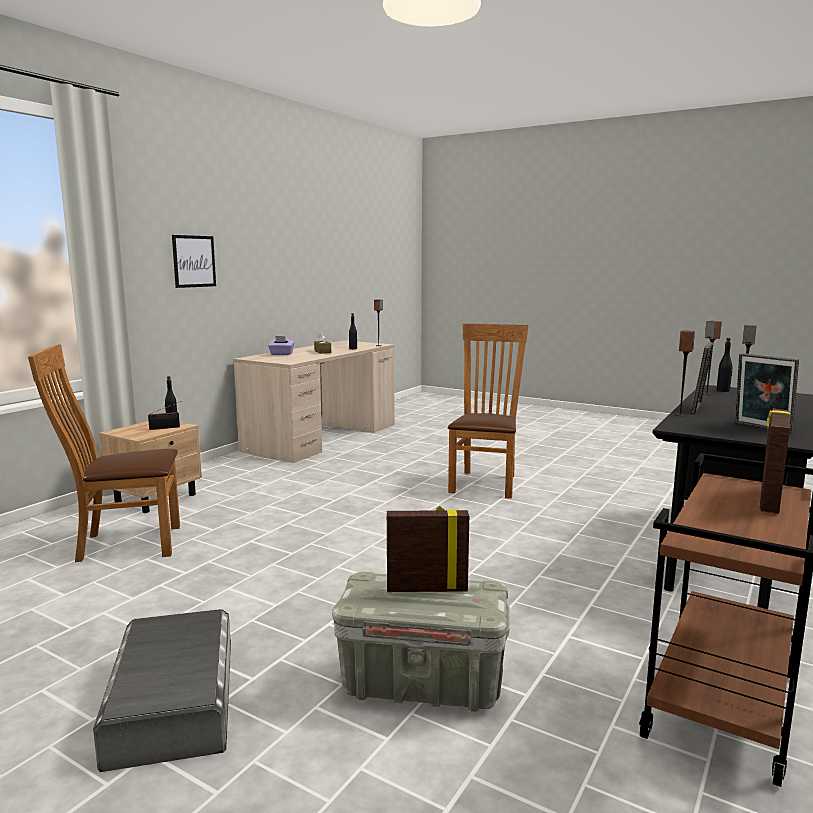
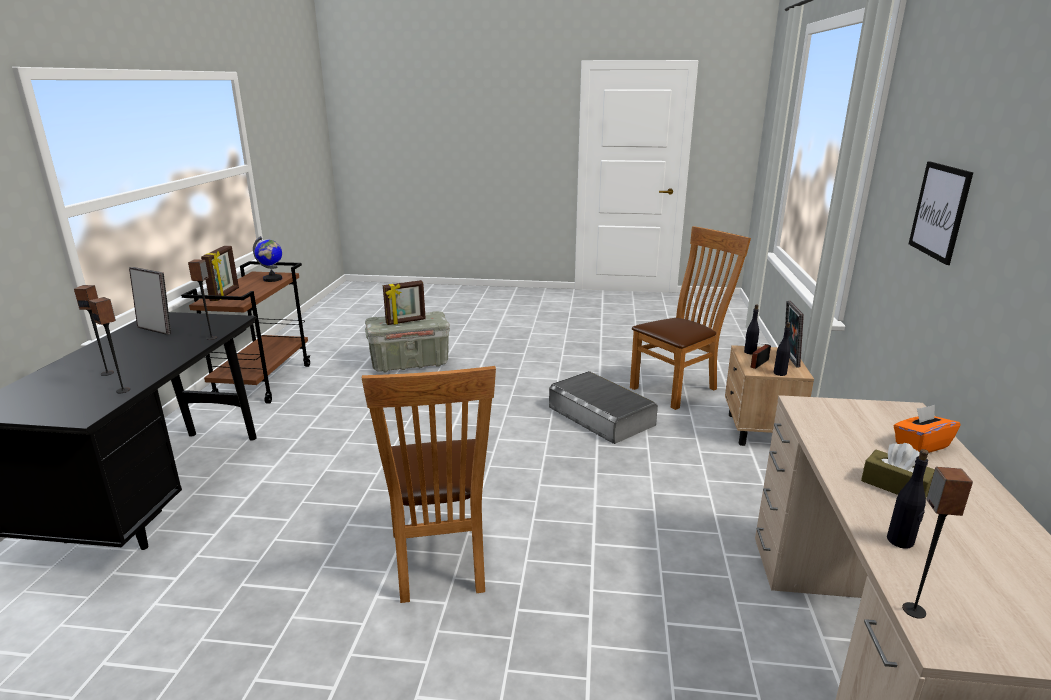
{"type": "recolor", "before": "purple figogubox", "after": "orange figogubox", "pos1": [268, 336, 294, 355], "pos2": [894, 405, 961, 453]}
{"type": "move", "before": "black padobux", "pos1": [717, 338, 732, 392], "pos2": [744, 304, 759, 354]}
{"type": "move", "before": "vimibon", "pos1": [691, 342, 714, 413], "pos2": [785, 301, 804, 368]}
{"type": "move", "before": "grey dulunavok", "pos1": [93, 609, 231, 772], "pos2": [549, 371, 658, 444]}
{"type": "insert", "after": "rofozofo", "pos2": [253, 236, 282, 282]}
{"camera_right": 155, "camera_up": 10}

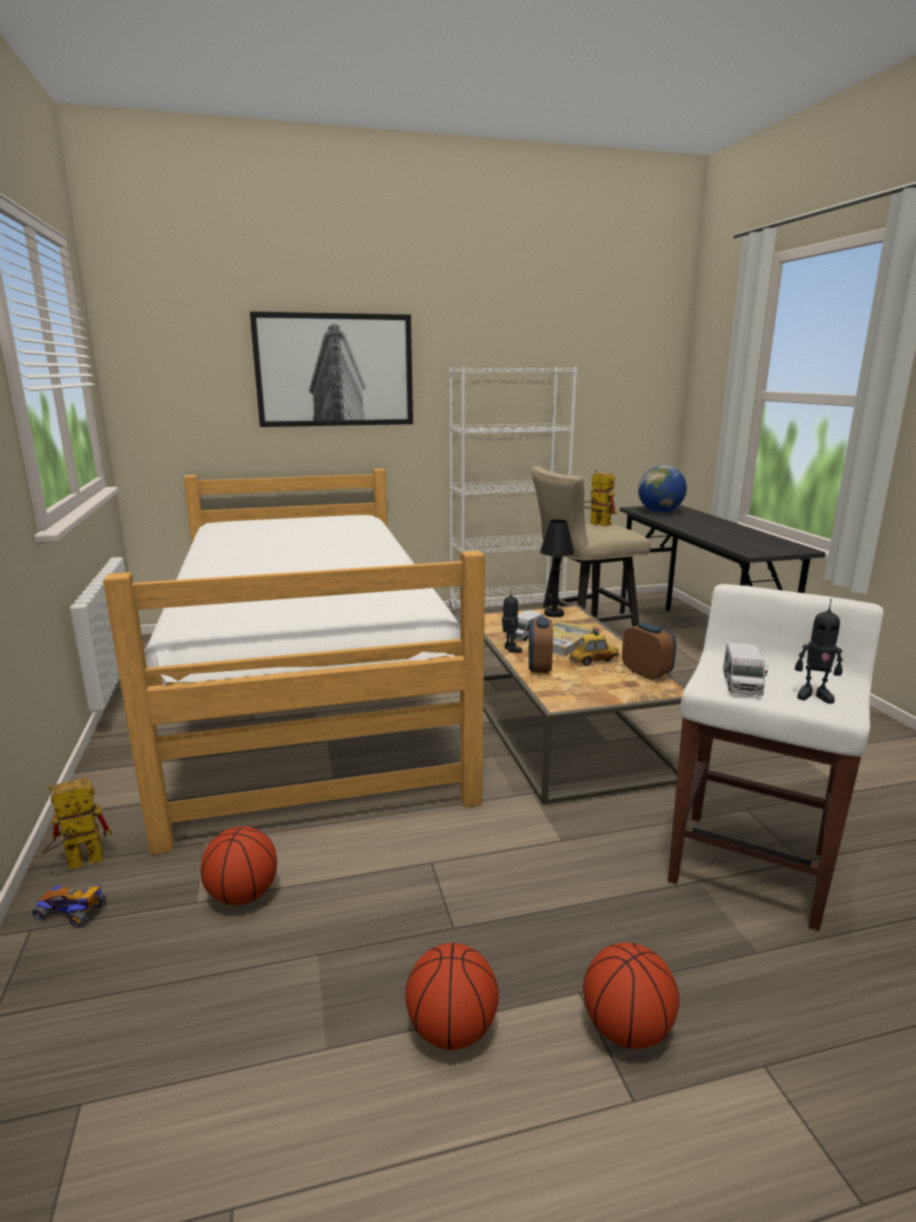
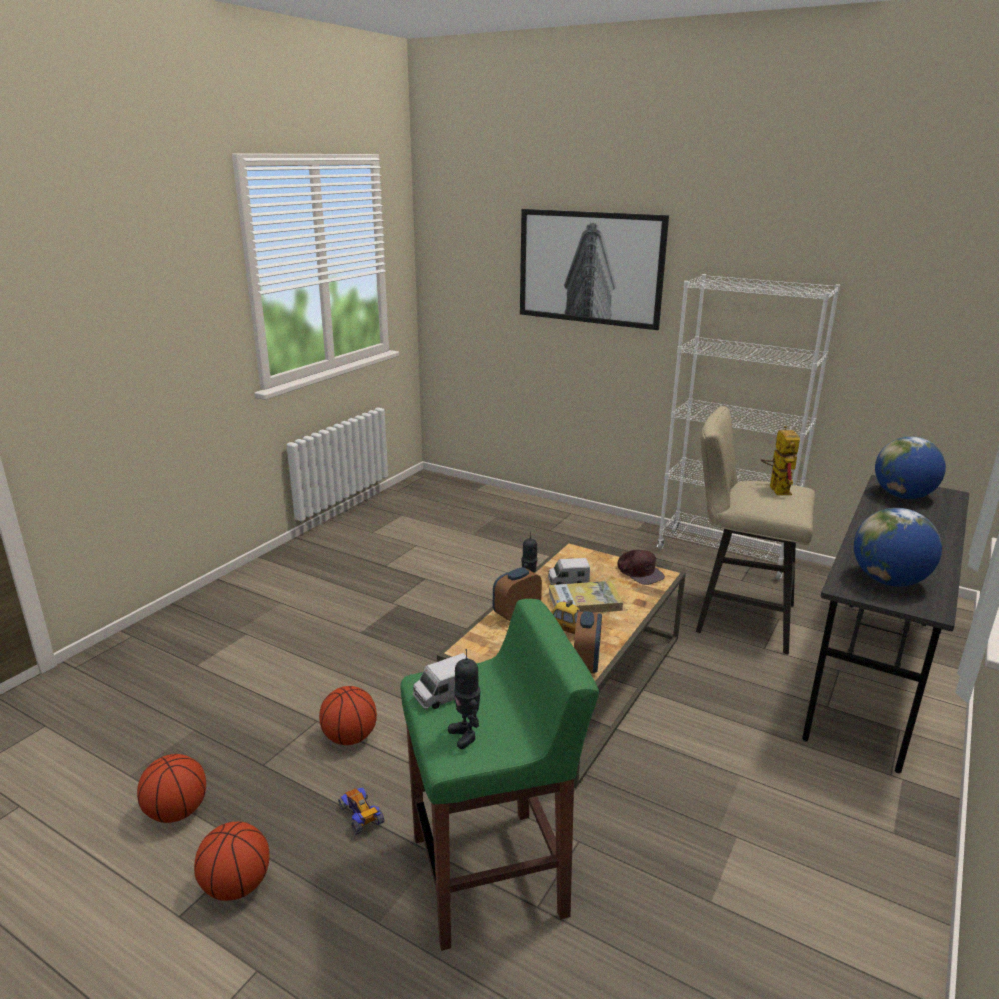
{"type": "delete", "before": "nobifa", "pos1": [103, 469, 485, 855]}
{"type": "replace", "before": "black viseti", "after": "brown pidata", "pos1": [540, 519, 574, 617], "pos2": [618, 549, 665, 585]}
{"type": "recolor", "before": "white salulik", "after": "green salulik", "pos1": [668, 584, 883, 931], "pos2": [400, 599, 599, 951]}
{"type": "delete", "before": "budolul", "pos1": [42, 778, 112, 869]}
{"type": "move", "before": "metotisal", "pos1": [201, 826, 277, 905], "pos2": [319, 686, 377, 745]}
{"type": "move", "before": "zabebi", "pos1": [32, 884, 106, 927], "pos2": [338, 788, 384, 835]}
{"type": "insert", "after": "rofozofo", "pos2": [854, 508, 942, 586]}
{"camera_right": 45, "camera_up": 5}

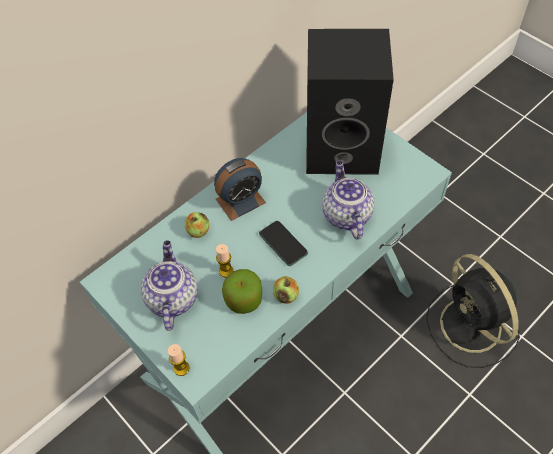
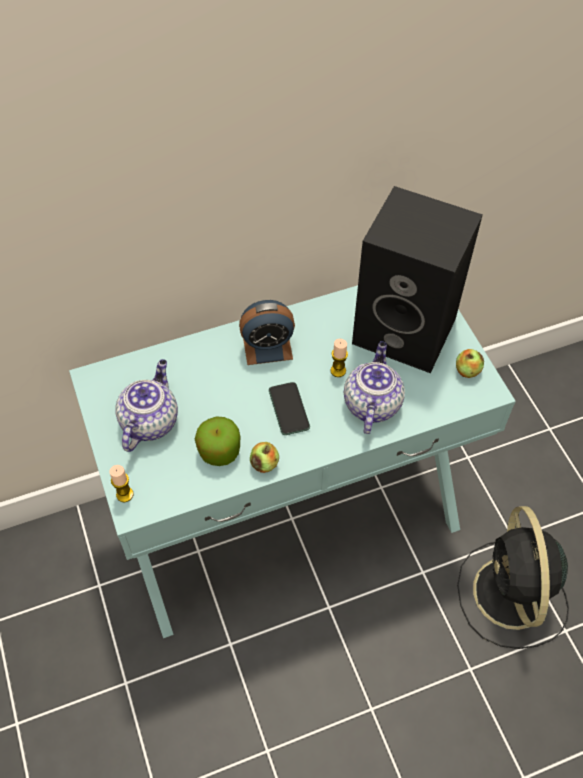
{"type": "move", "before": "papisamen", "pos1": [185, 212, 209, 238], "pos2": [456, 349, 484, 378]}
{"type": "move", "before": "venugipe", "pos1": [216, 244, 233, 277], "pos2": [330, 339, 348, 377]}
{"camera_right": 20, "camera_up": 0}

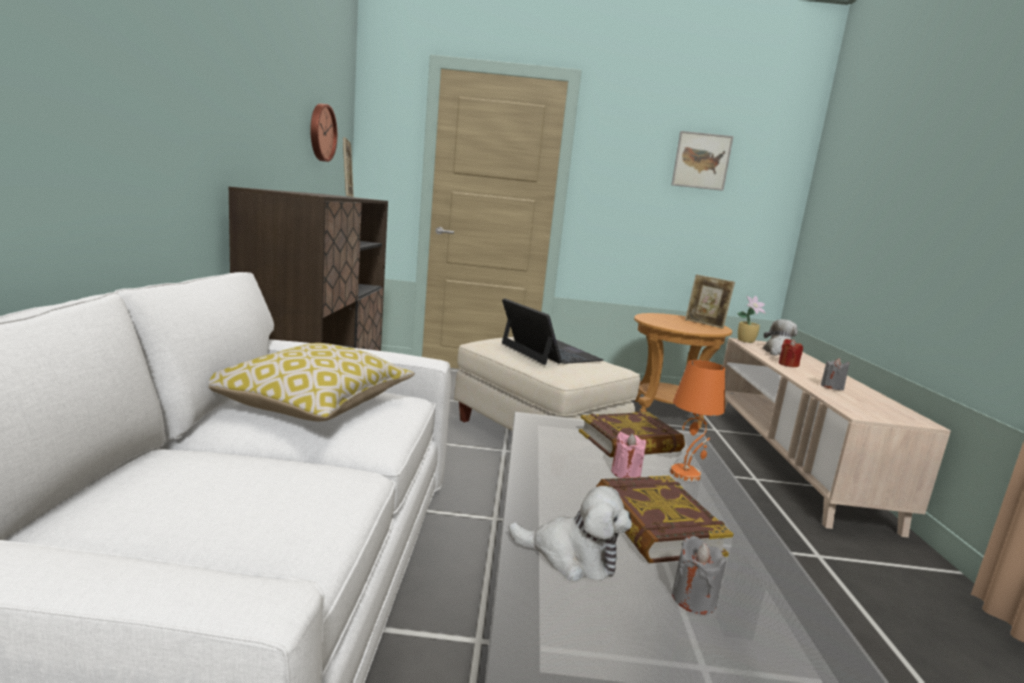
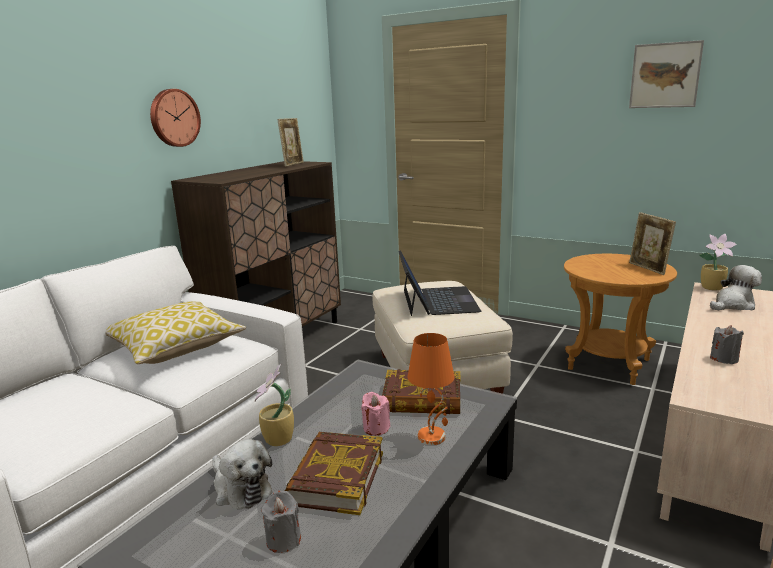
{"type": "move", "before": "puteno", "pos1": [310, 104, 337, 162], "pos2": [150, 89, 201, 147]}
{"type": "delete", "before": "red venugipe", "pos1": [779, 339, 803, 367]}
{"type": "insert", "after": "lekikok", "pos2": [255, 364, 294, 446]}
{"camera_right": 30, "camera_up": 5}

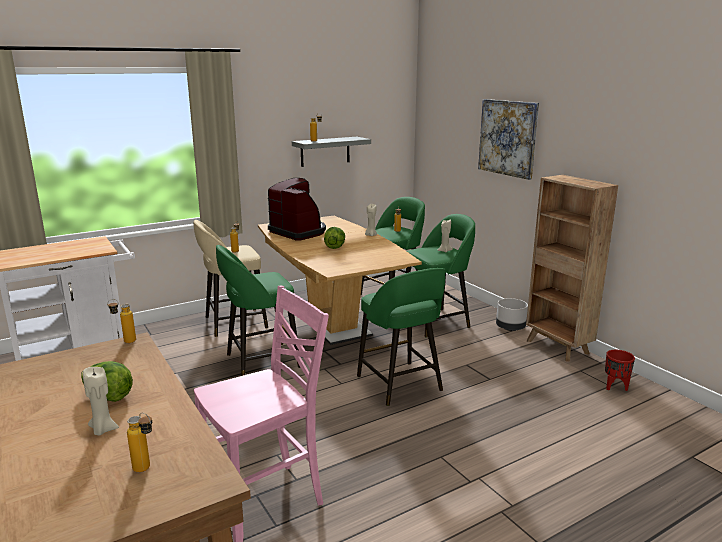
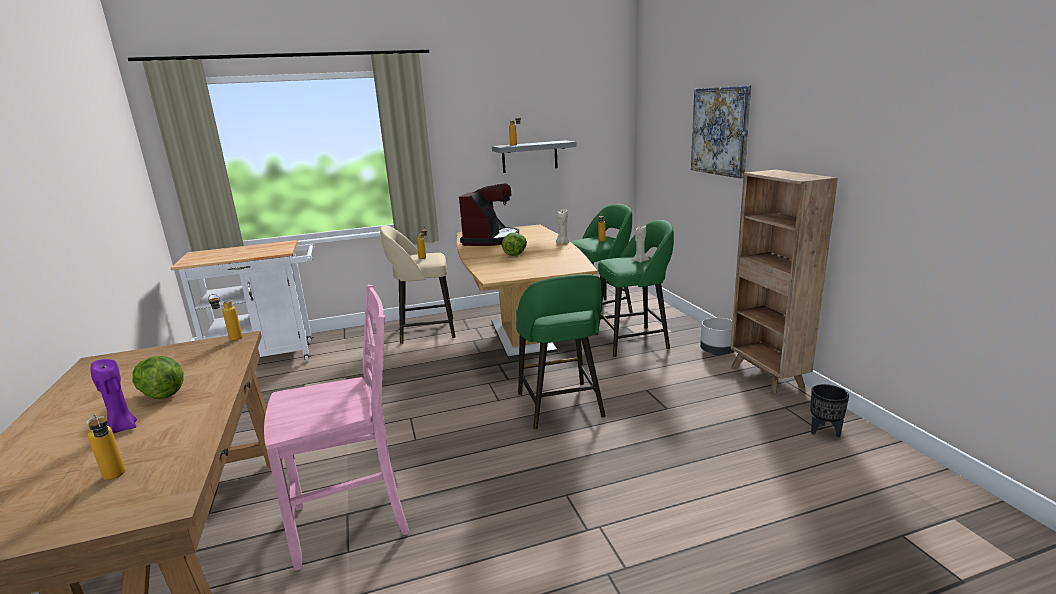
{"type": "rotate", "before": "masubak", "pos1": [268, 178, 326, 241], "pos2": [459, 183, 519, 246], "turn": 45}
{"type": "delete", "before": "green salulik", "pos1": [216, 245, 301, 376]}
{"type": "recolor", "before": "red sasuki", "after": "black sasuki", "pos1": [605, 350, 635, 391], "pos2": [810, 384, 849, 438]}
{"type": "recolor", "before": "beige venugipe", "after": "purple venugipe", "pos1": [83, 367, 119, 435], "pos2": [91, 359, 137, 434]}
{"camera_right": 15, "camera_up": 0}

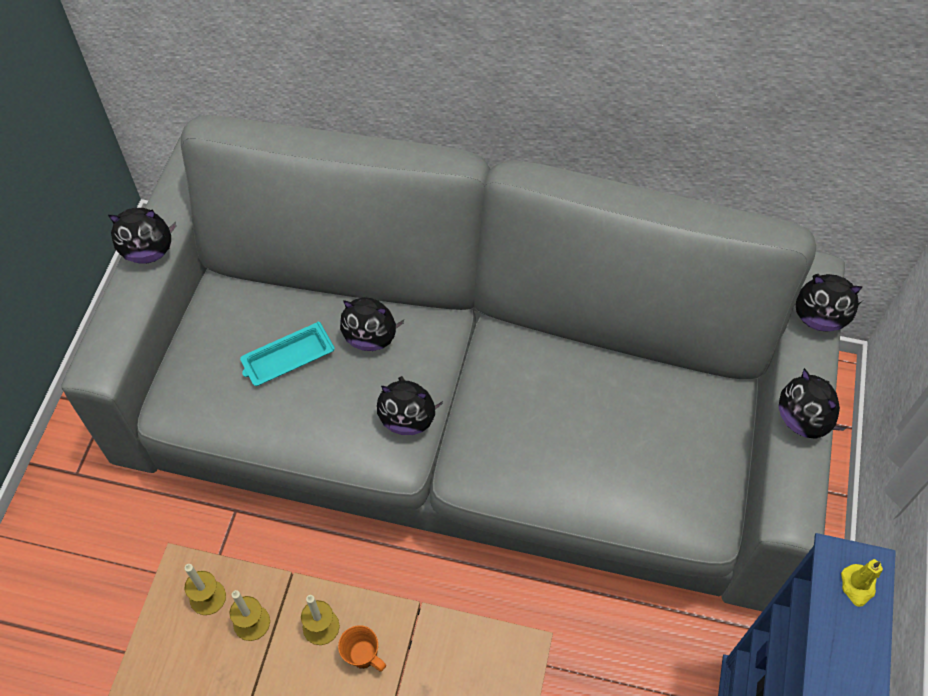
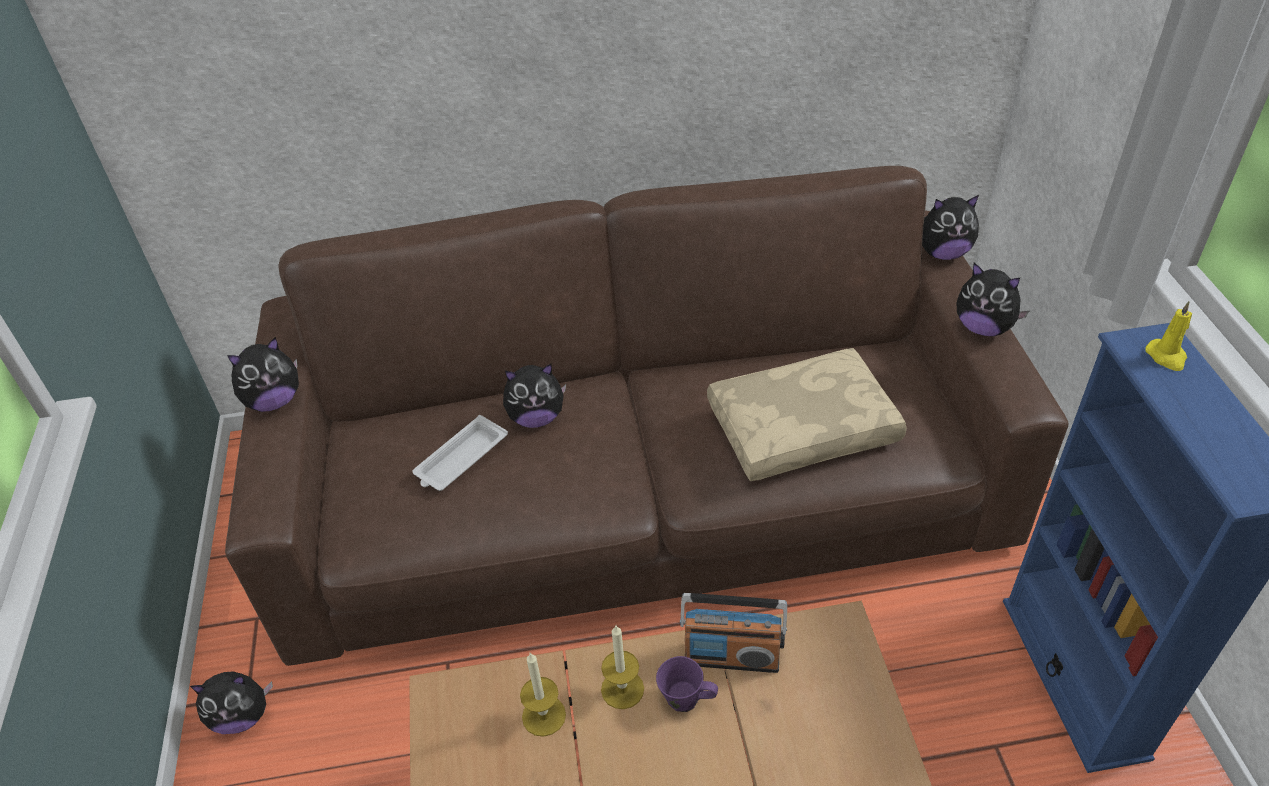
{"type": "recolor", "before": "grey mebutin", "after": "brown mebutin", "pos1": [61, 115, 845, 612], "pos2": [225, 166, 1068, 666]}
{"type": "recolor", "before": "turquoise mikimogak", "after": "white mikimogak", "pos1": [240, 322, 335, 386], "pos2": [412, 415, 508, 491]}
{"type": "move", "before": "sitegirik", "pos1": [377, 376, 443, 435], "pos2": [190, 671, 273, 734]}
{"type": "delete", "before": "venugipe", "pos1": [184, 564, 226, 615]}
{"type": "recolor", "before": "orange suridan", "after": "purple suridan", "pos1": [338, 625, 386, 672], "pos2": [656, 656, 718, 712]}
{"type": "insert", "after": "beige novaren", "pos2": [707, 348, 907, 481]}
{"type": "insert", "after": "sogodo", "pos2": [680, 593, 787, 673]}
{"camera_right": -20, "camera_up": -15}

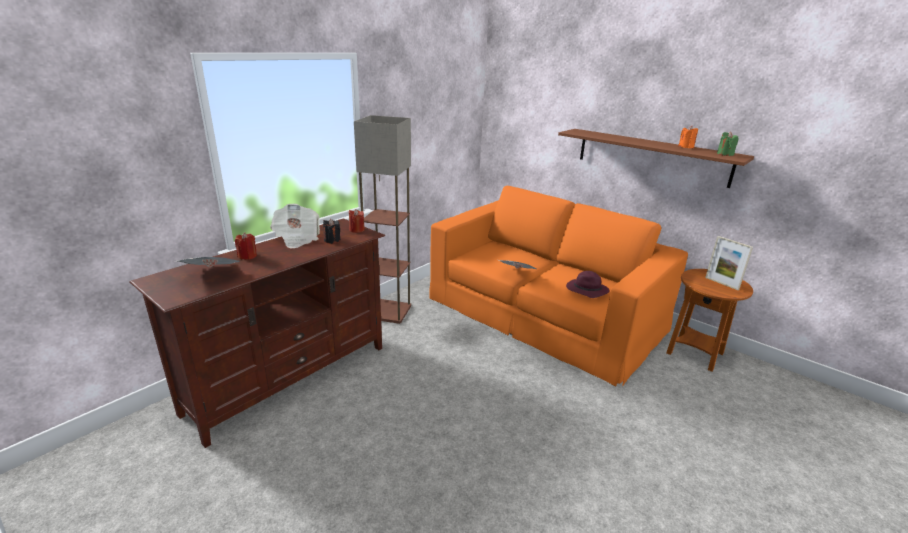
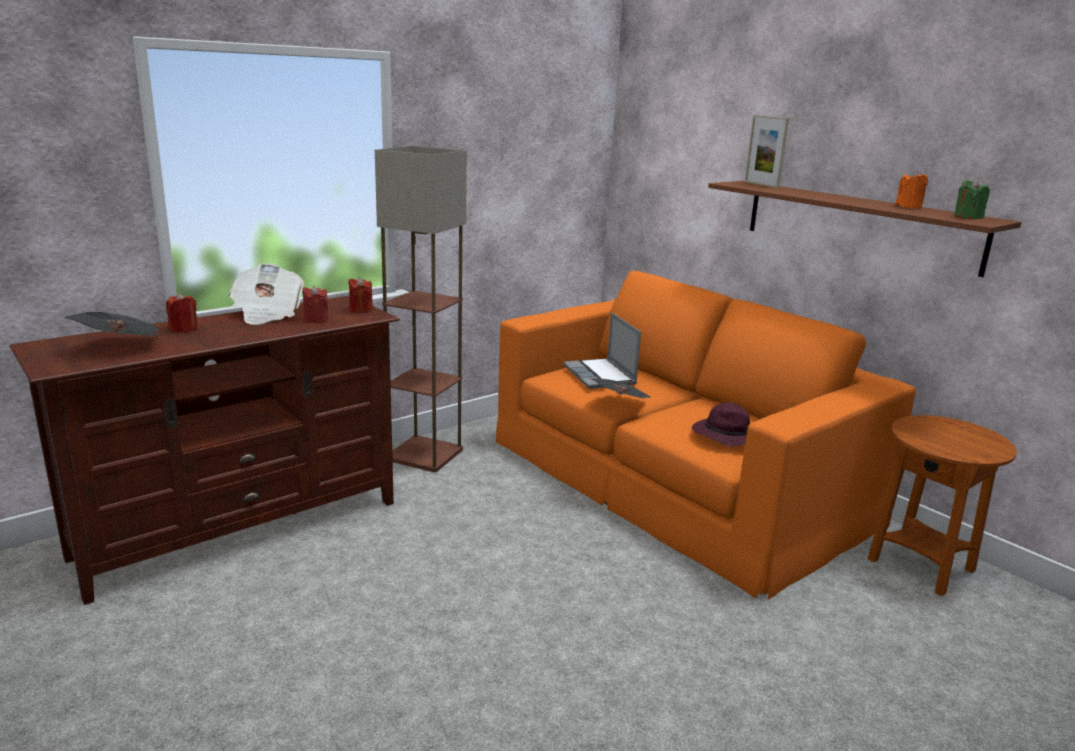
{"type": "recolor", "before": "black venugipe", "after": "red venugipe", "pos1": [323, 219, 341, 244], "pos2": [302, 285, 329, 323]}
{"type": "move", "before": "vimibon", "pos1": [705, 236, 753, 290], "pos2": [744, 115, 789, 188]}
{"type": "insert", "after": "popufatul", "pos2": [563, 312, 641, 389]}
{"camera_right": 10, "camera_up": -5}

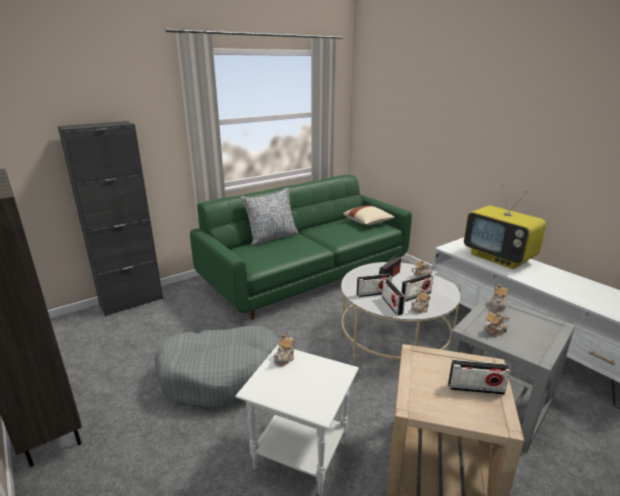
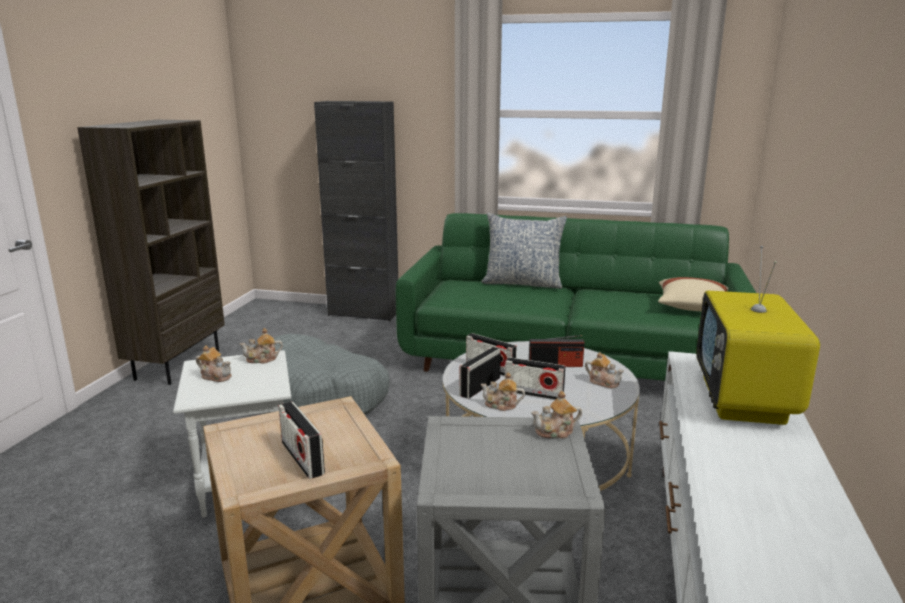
{"type": "move", "before": "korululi", "pos1": [484, 312, 510, 337], "pos2": [196, 345, 232, 382]}
{"camera_right": 50, "camera_up": -5}

